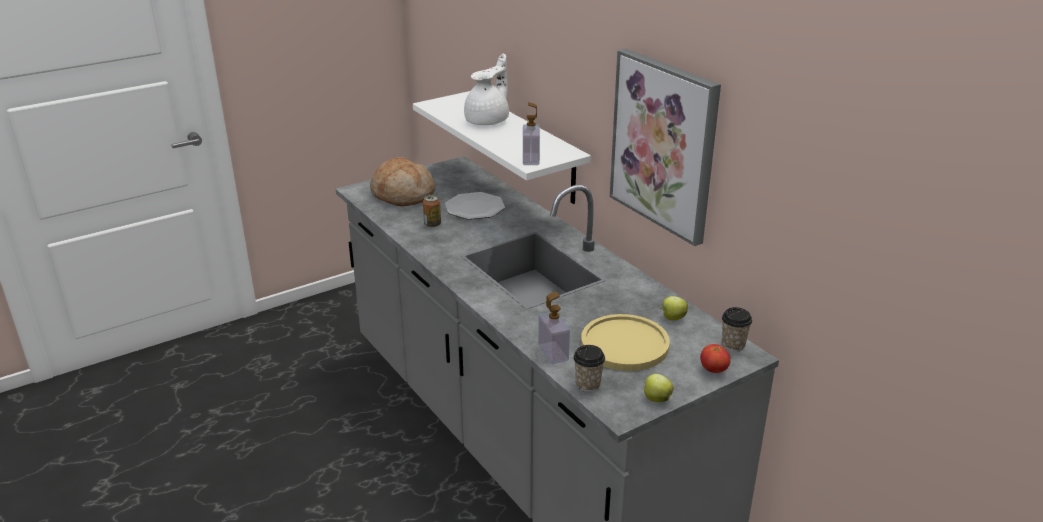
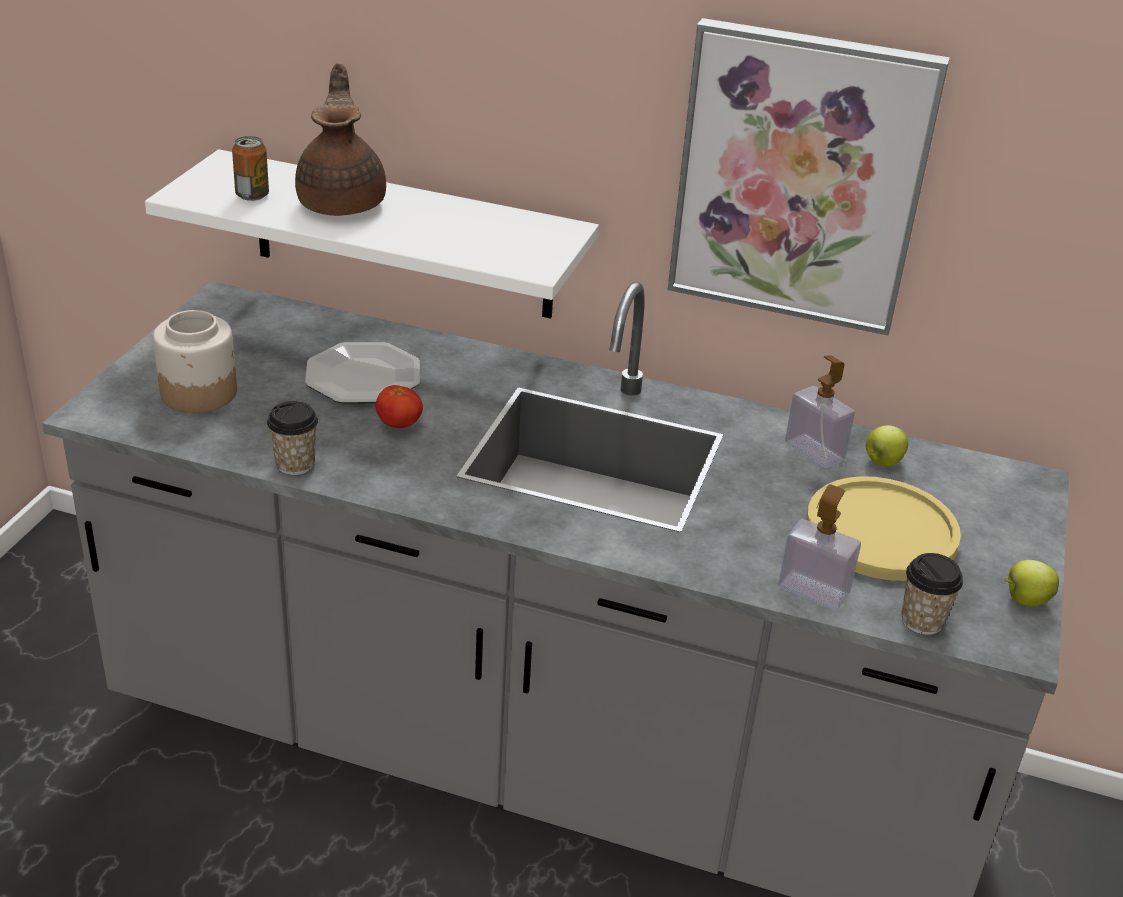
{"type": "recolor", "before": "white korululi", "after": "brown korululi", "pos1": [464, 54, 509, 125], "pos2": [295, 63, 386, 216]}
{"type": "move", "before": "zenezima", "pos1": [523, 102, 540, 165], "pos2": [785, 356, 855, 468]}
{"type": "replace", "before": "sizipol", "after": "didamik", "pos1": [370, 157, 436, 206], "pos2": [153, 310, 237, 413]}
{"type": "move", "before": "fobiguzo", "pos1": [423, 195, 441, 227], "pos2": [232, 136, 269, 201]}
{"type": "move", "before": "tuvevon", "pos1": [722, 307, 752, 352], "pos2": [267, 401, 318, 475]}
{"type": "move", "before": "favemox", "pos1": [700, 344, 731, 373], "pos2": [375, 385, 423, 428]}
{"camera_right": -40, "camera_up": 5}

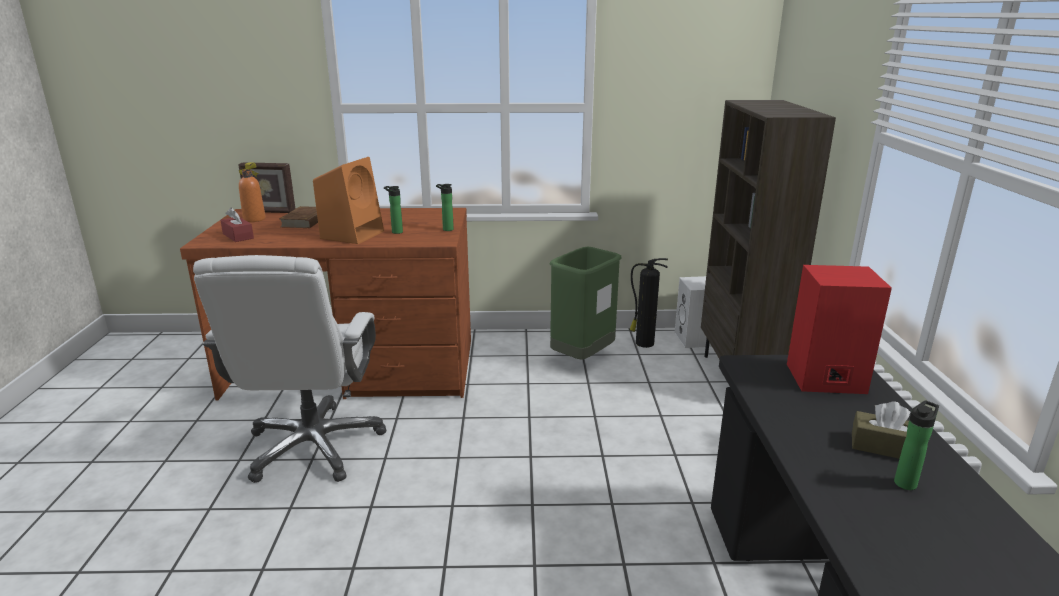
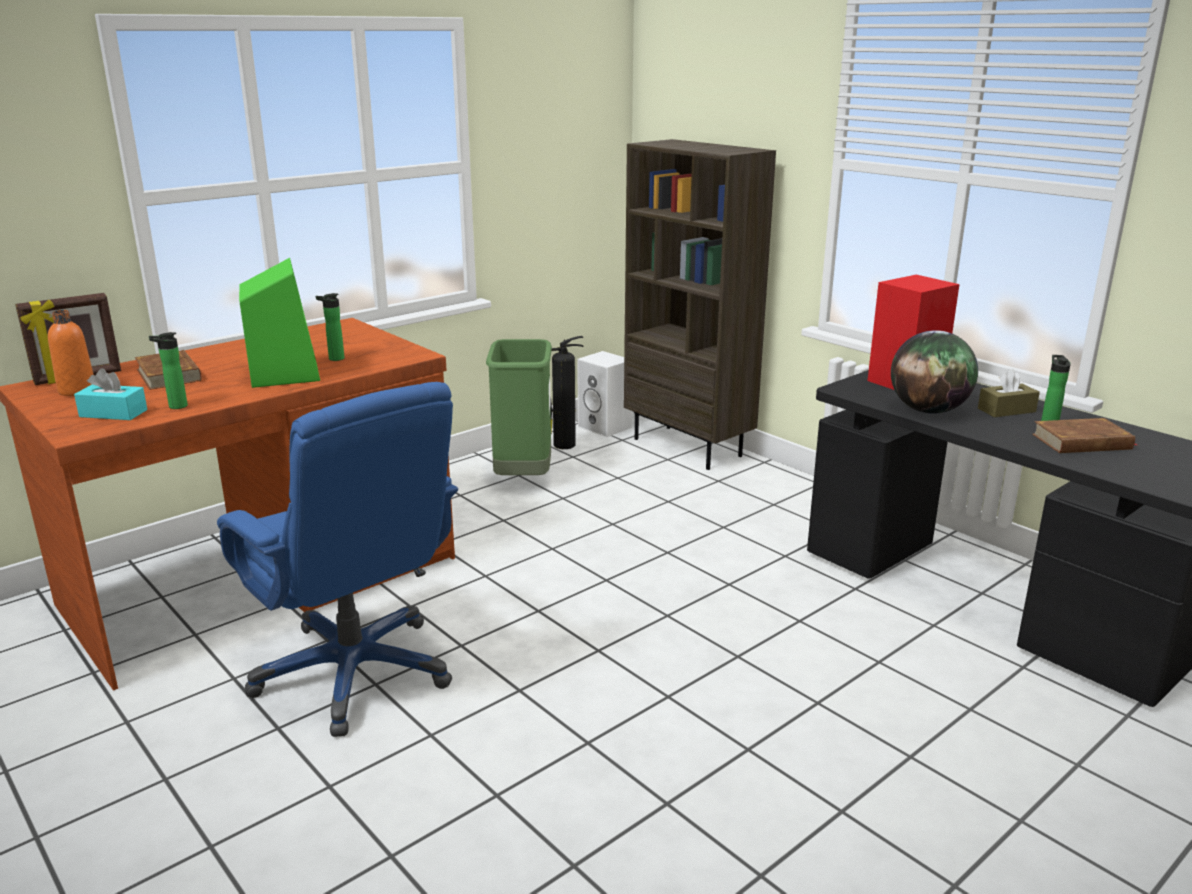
{"type": "recolor", "before": "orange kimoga", "after": "green kimoga", "pos1": [313, 157, 384, 244], "pos2": [239, 258, 320, 388]}
{"type": "move", "before": "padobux", "pos1": [436, 184, 454, 231], "pos2": [149, 332, 188, 409]}
{"type": "recolor", "before": "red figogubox", "after": "turquoise figogubox", "pos1": [220, 207, 254, 242], "pos2": [74, 368, 147, 420]}
{"type": "recolor", "before": "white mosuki", "after": "blue mosuki", "pos1": [193, 255, 386, 483], "pos2": [217, 382, 458, 737]}
{"type": "insert", "after": "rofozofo", "pos2": [891, 330, 978, 414]}
{"type": "insert", "after": "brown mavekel", "pos2": [1032, 418, 1137, 453]}
{"camera_right": -40, "camera_up": 0}

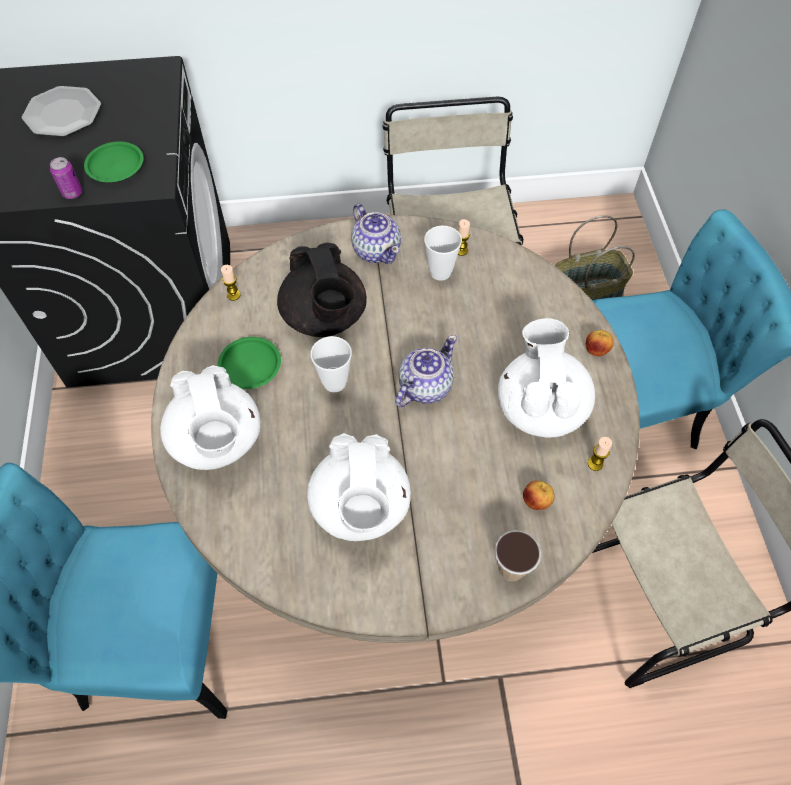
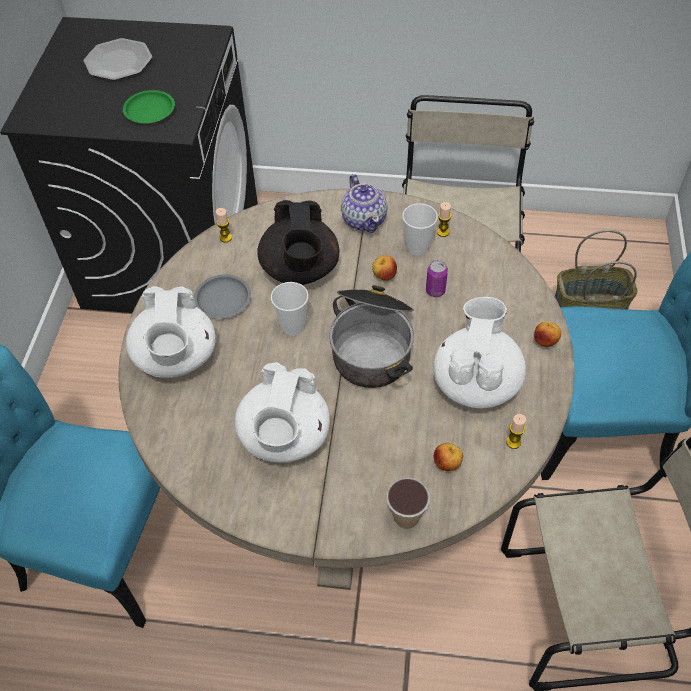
{"type": "move", "before": "fobiguzo", "pos1": [50, 157, 82, 199], "pos2": [426, 260, 448, 297]}
{"type": "replace", "before": "korululi", "after": "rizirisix", "pos1": [395, 335, 457, 407], "pos2": [329, 285, 414, 388]}
{"type": "recolor", "before": "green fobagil", "after": "grey fobagil", "pos1": [218, 337, 281, 389], "pos2": [194, 274, 251, 319]}
{"type": "insert", "after": "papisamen", "pos2": [372, 255, 397, 280]}
{"camera_right": 15, "camera_up": -5}

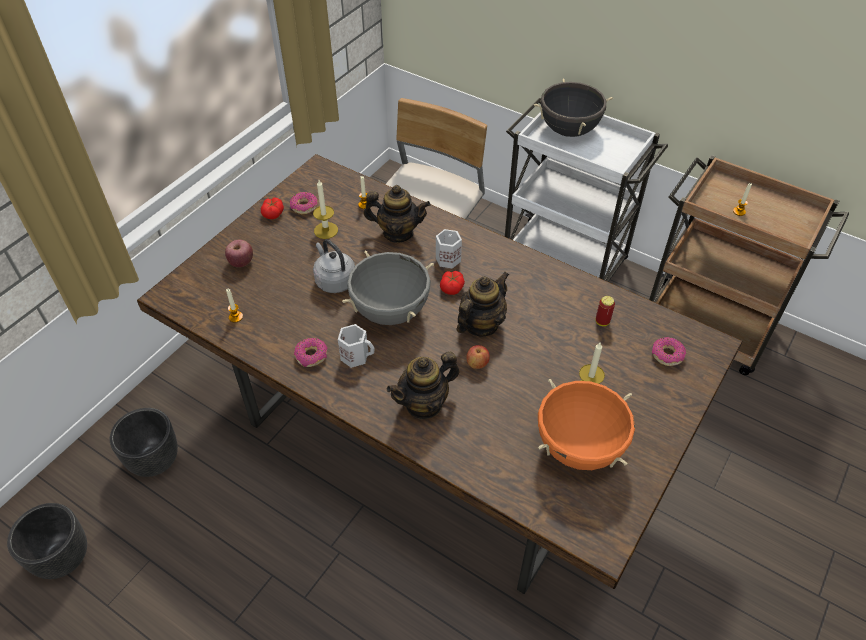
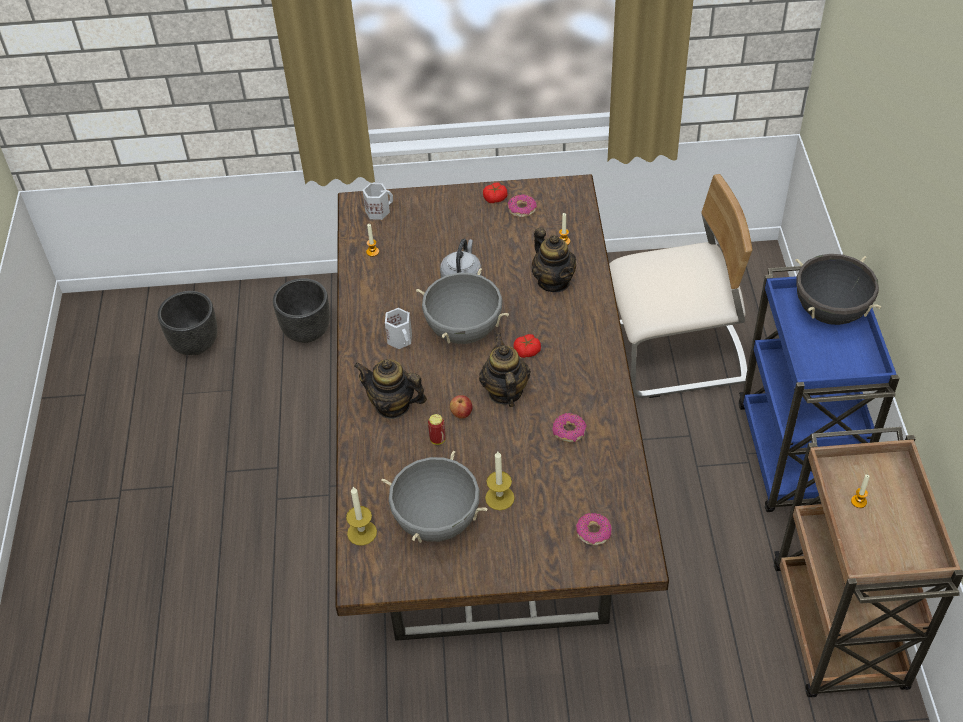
{"type": "recolor", "before": "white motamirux", "after": "blue motamirux", "pos1": [505, 98, 668, 282], "pos2": [738, 266, 900, 512]}
{"type": "move", "before": "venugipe", "pos1": [313, 180, 338, 239], "pos2": [346, 487, 377, 545]}
{"type": "move", "before": "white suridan", "pos1": [436, 229, 462, 268], "pos2": [362, 183, 393, 220]}
{"type": "delete", "before": "papisamen", "pos1": [225, 240, 253, 267]}
{"type": "rotate", "before": "korululi", "pos1": [456, 272, 509, 337], "pos2": [479, 333, 531, 407], "turn": -105}
{"type": "move", "before": "fobiguzo", "pos1": [596, 296, 615, 326], "pos2": [428, 414, 446, 445]}
{"type": "move", "before": "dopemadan", "pos1": [294, 338, 328, 367], "pos2": [552, 413, 587, 442]}
{"type": "recolor", "before": "orange rizirisix", "after": "grey rizirisix", "pos1": [538, 379, 635, 470], "pos2": [381, 451, 487, 543]}
{"camera_right": 55, "camera_up": 0}

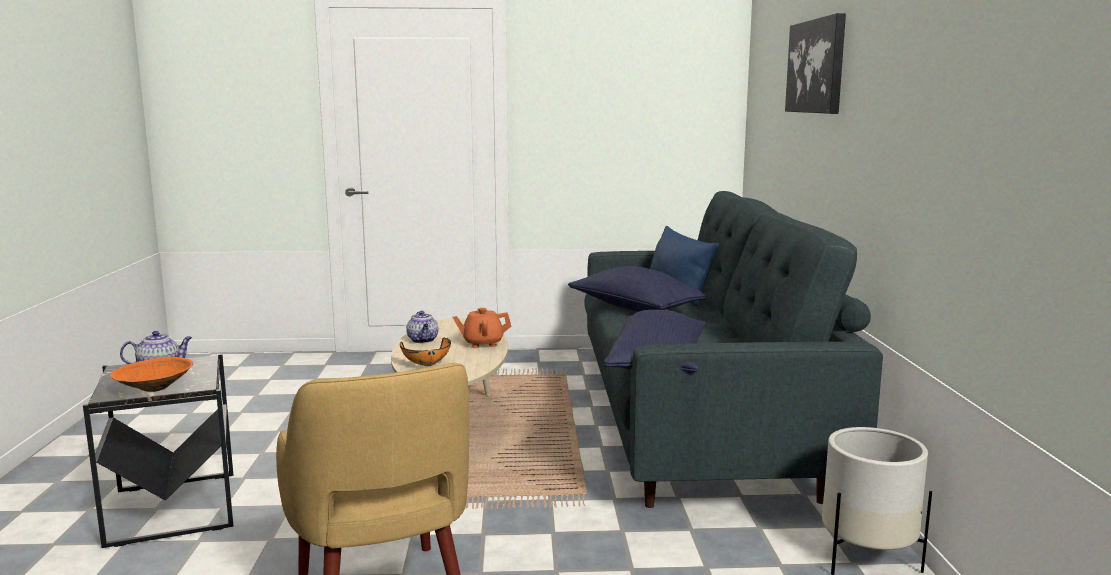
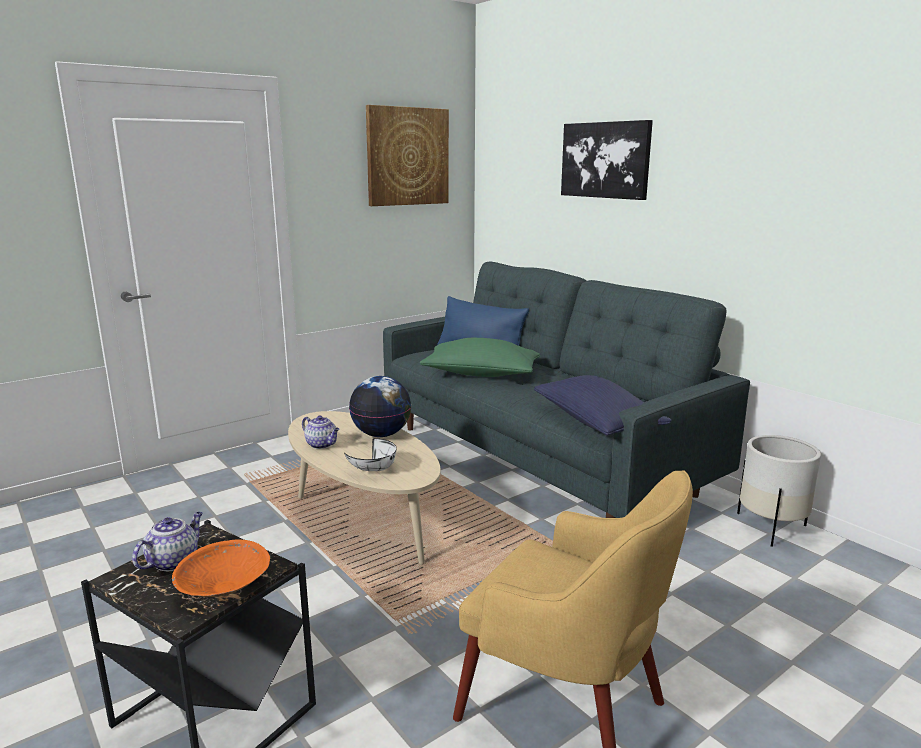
{"type": "recolor", "before": "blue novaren", "after": "green novaren", "pos1": [568, 266, 707, 312], "pos2": [420, 338, 540, 377]}
{"type": "replace", "before": "orange korululi", "after": "rofozofo", "pos1": [453, 308, 512, 348], "pos2": [349, 376, 411, 437]}
{"type": "recolor", "before": "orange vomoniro", "after": "white vomoniro", "pos1": [400, 338, 451, 366], "pos2": [344, 438, 397, 471]}
{"type": "insert", "after": "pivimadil", "pos2": [366, 105, 449, 206]}
{"camera_right": -35, "camera_up": 5}

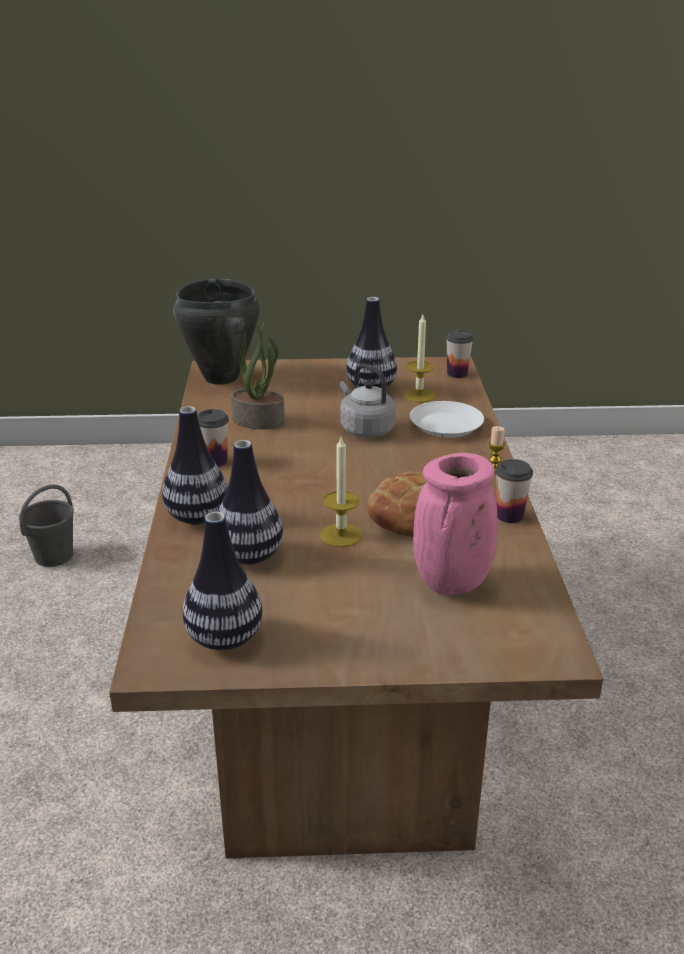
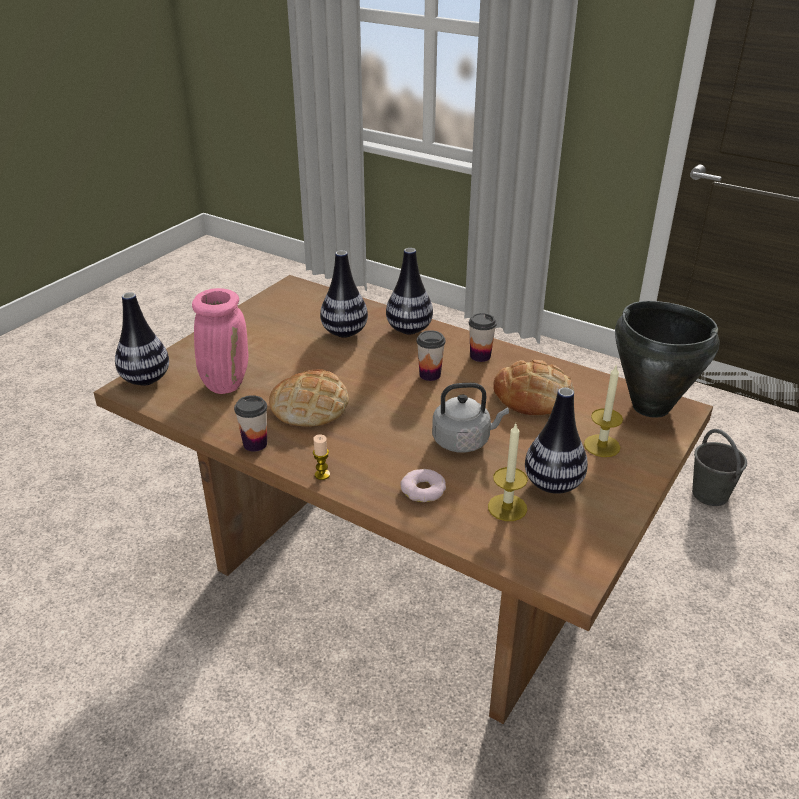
{"type": "replace", "before": "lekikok", "after": "sizipol", "pos1": [231, 323, 285, 430], "pos2": [493, 360, 574, 415]}
{"type": "move", "before": "tuvevon", "pos1": [446, 329, 474, 378], "pos2": [417, 330, 445, 381]}
{"type": "replace", "before": "white fobagil", "after": "dopemadan", "pos1": [410, 401, 484, 438], "pos2": [400, 469, 446, 502]}
{"type": "move", "before": "venugipe", "pos1": [320, 437, 362, 547], "pos2": [584, 364, 623, 457]}
{"type": "move", "before": "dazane", "pos1": [182, 512, 263, 650], "pos2": [115, 292, 169, 386]}
{"camera_right": 125, "camera_up": 5}

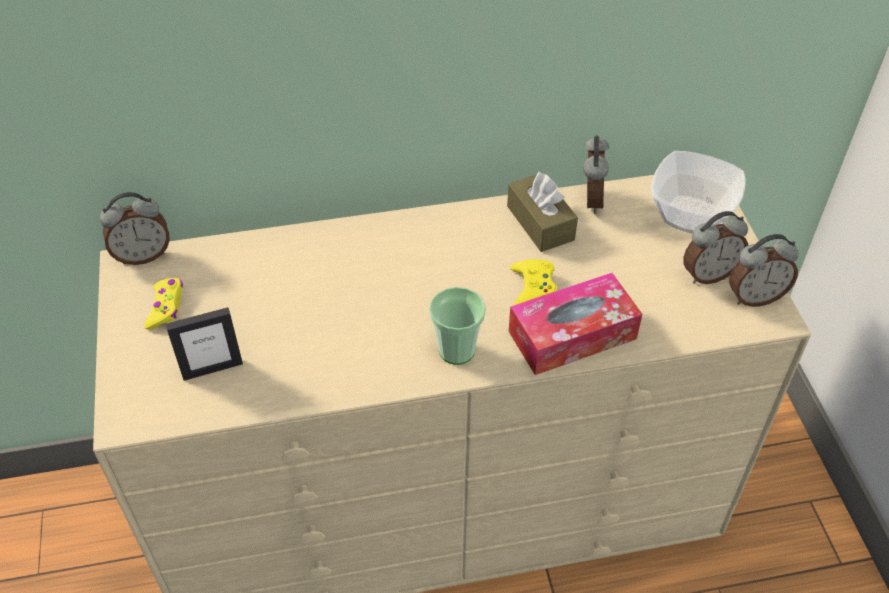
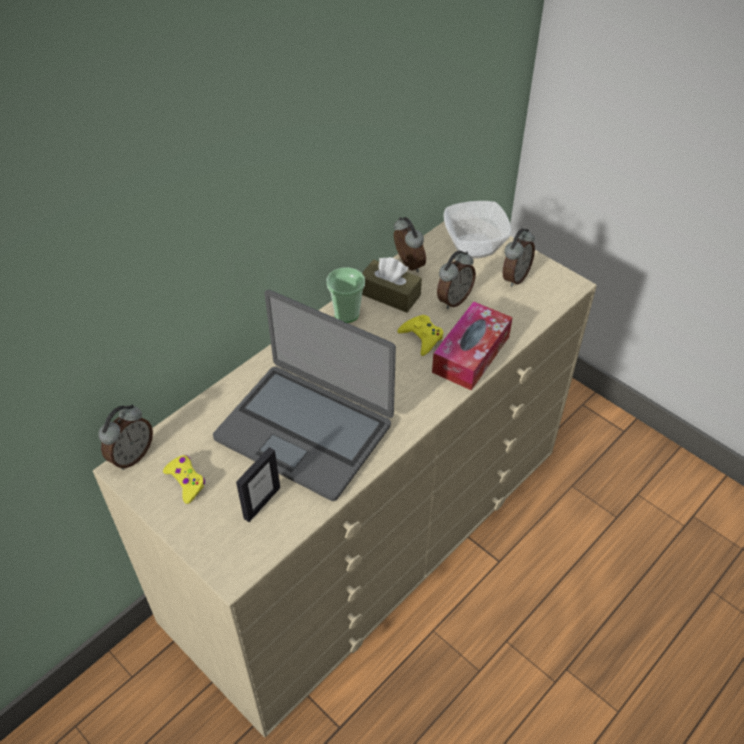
{"type": "move", "before": "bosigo", "pos1": [729, 234, 799, 307], "pos2": [437, 250, 476, 309]}
{"type": "move", "before": "tuvevon", "pos1": [429, 287, 486, 365], "pos2": [327, 267, 365, 323]}
{"type": "insert", "after": "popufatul", "pos2": [213, 290, 396, 501]}
{"camera_right": -35, "camera_up": 0}

